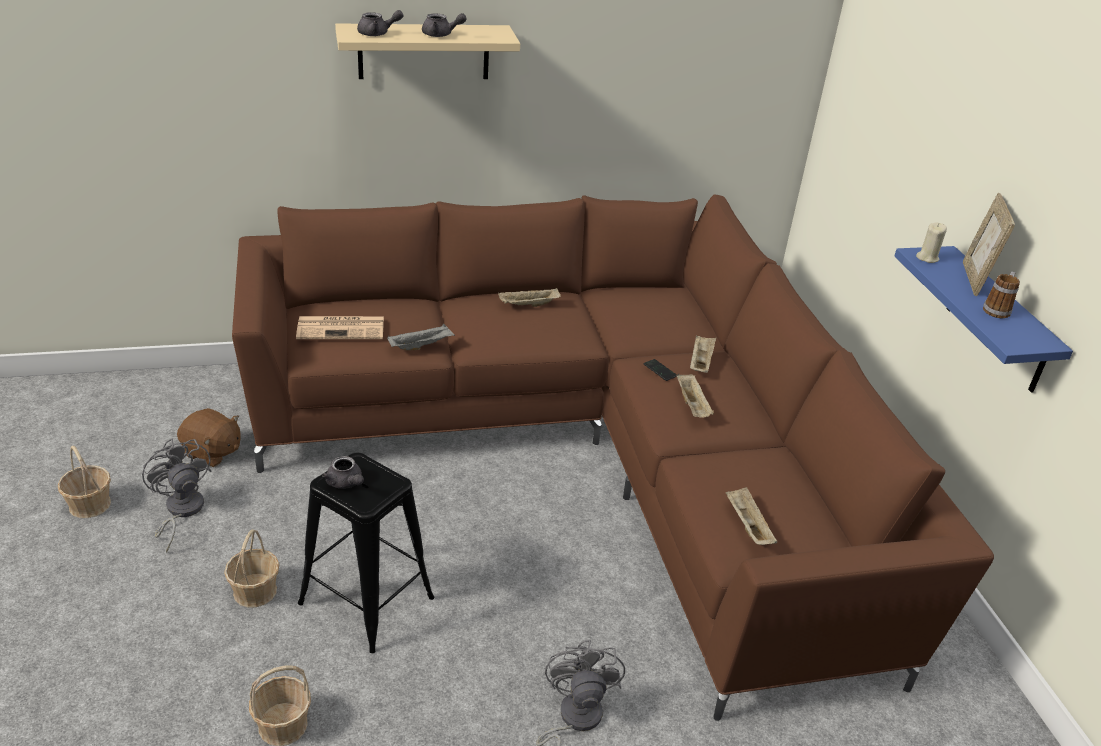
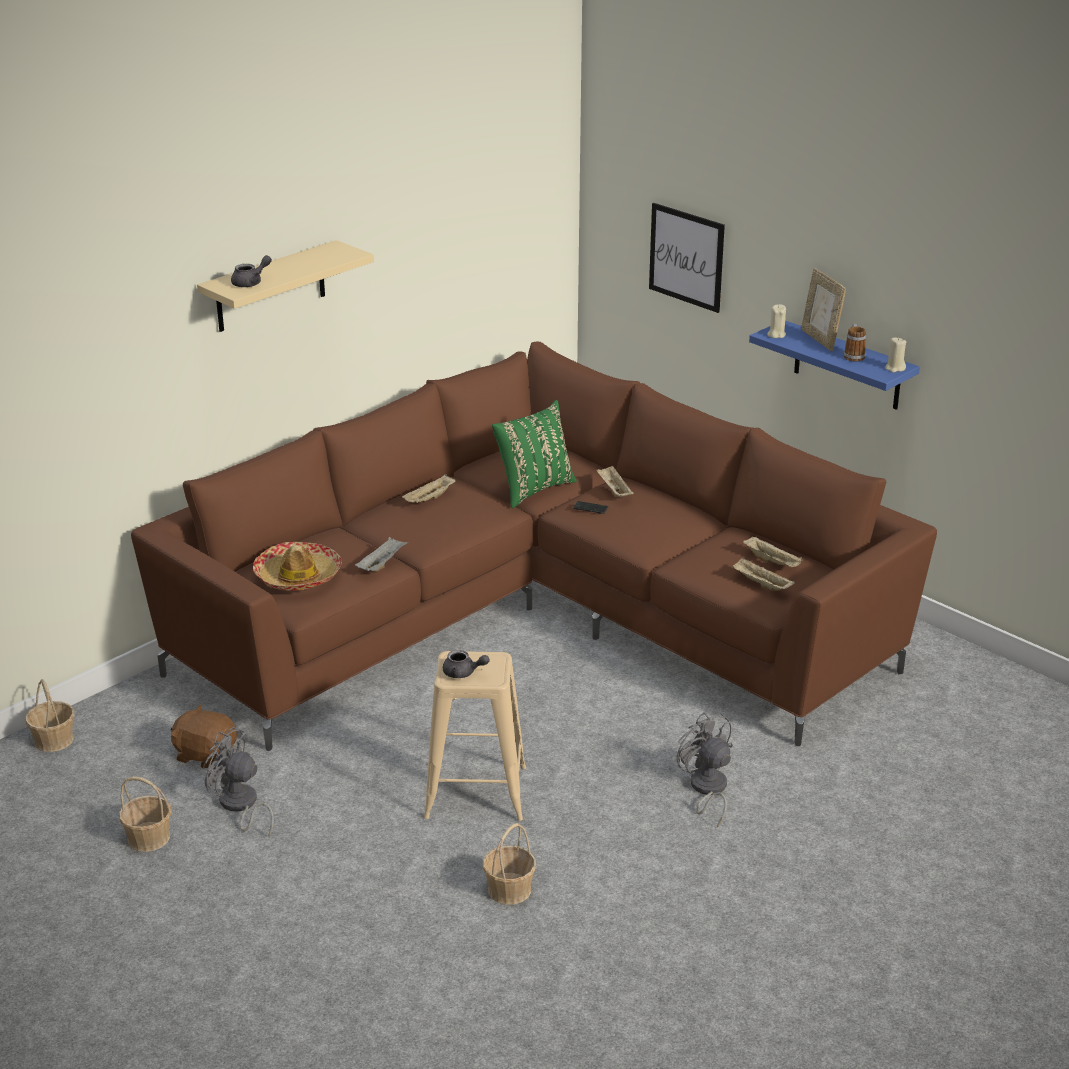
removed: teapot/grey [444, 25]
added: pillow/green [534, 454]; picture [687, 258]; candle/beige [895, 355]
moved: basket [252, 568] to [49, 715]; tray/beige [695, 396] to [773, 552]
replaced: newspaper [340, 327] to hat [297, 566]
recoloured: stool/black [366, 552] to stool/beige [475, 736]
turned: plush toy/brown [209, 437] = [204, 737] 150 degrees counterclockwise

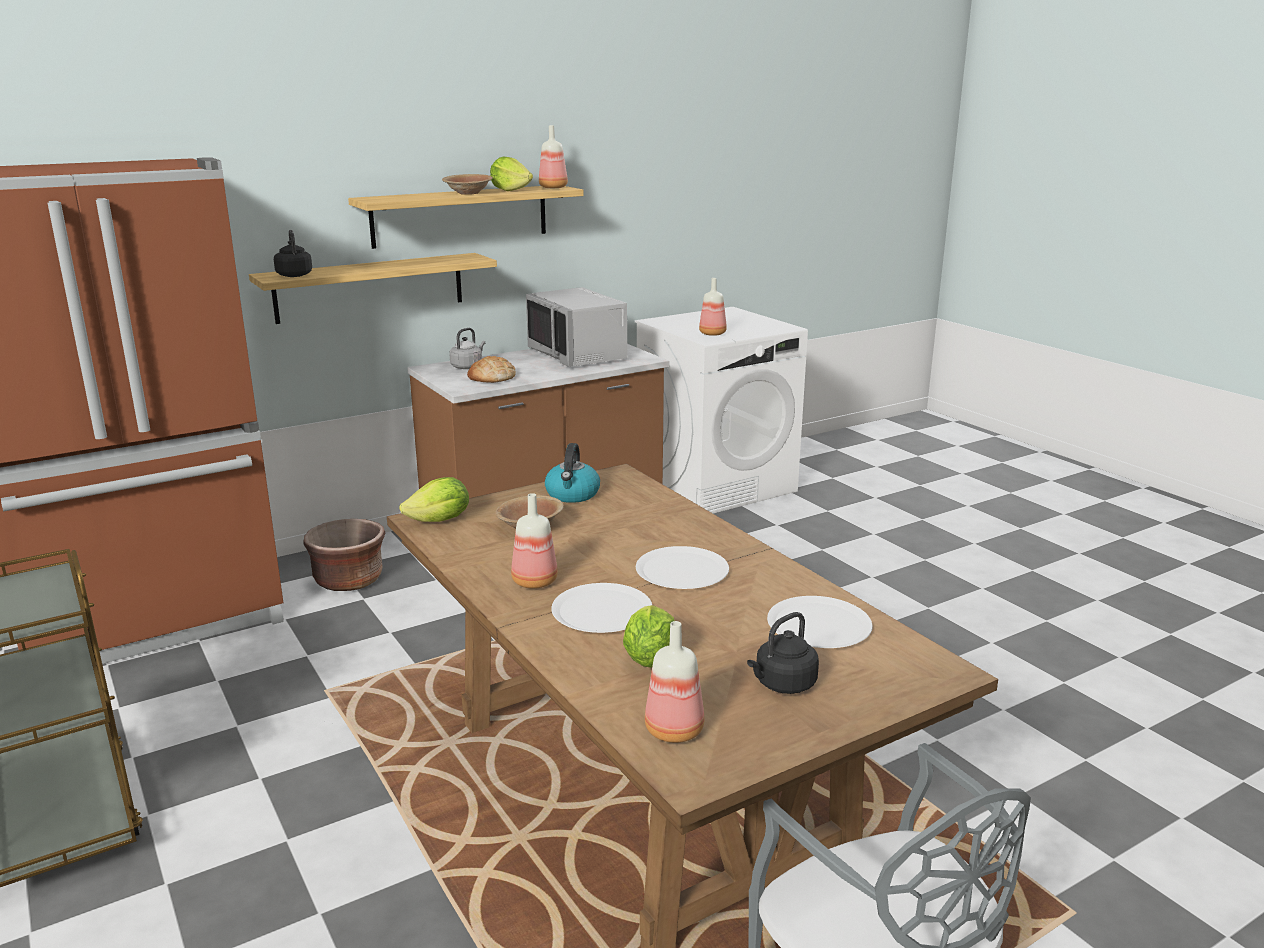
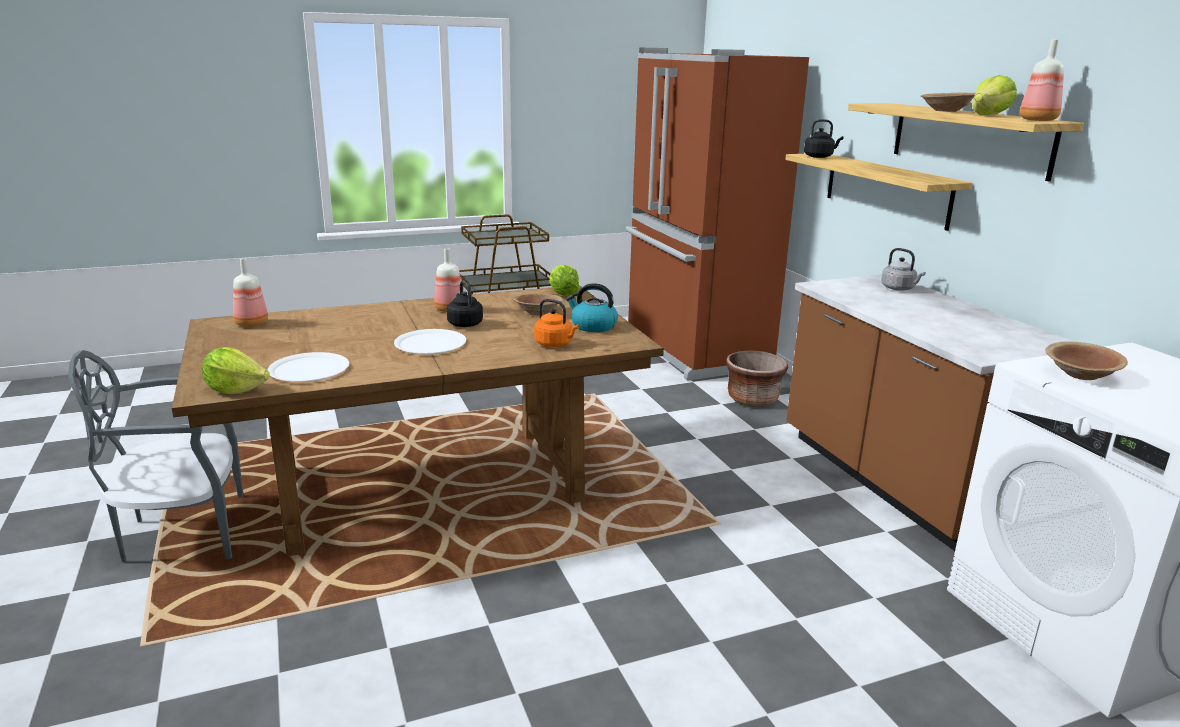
removed: bread [491, 369]; microwave/grey [576, 327]; plate/white [601, 608]
added: kettle/orange [556, 323]
moved: lettuce [649, 636] to [236, 370]; kettle/black [783, 653] to [465, 304]
replaced: bottle [713, 307] to bowl/brown [1086, 360]

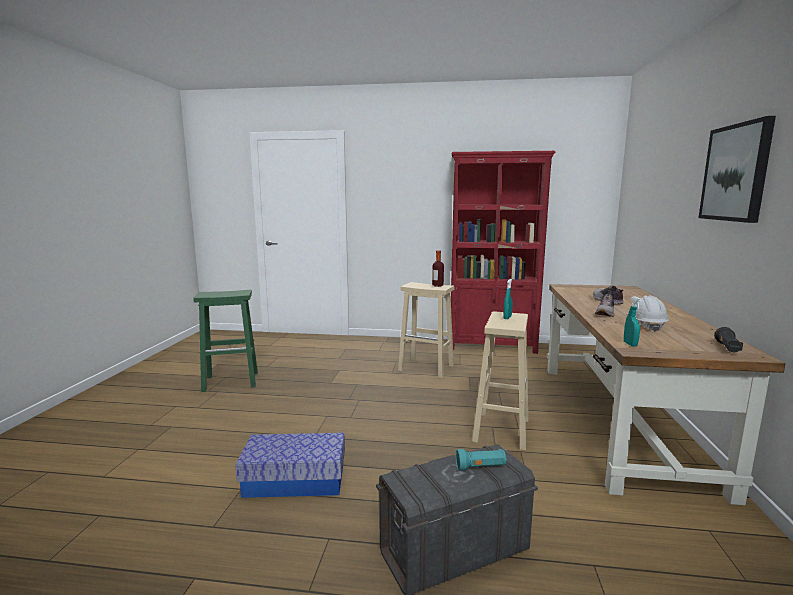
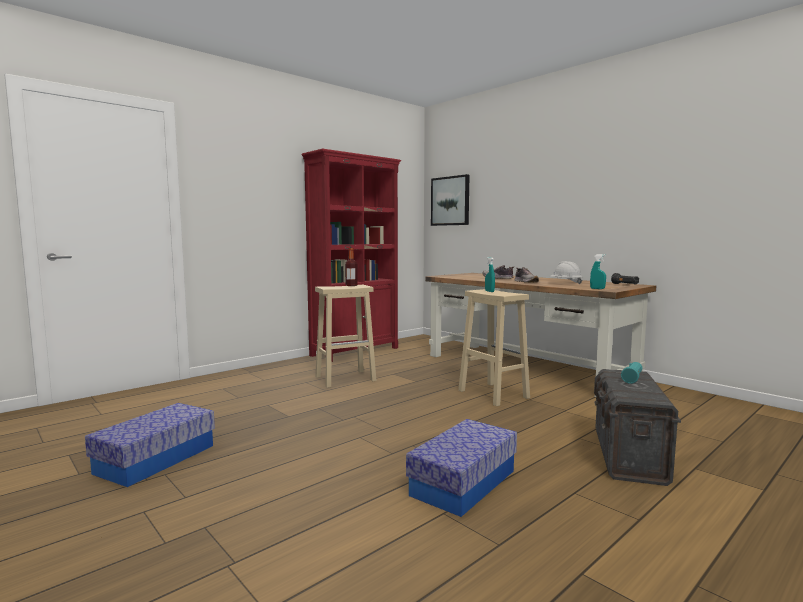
moved: picture [737, 169] to [450, 200]
replaced: stool/green [225, 341] to storage box [150, 445]

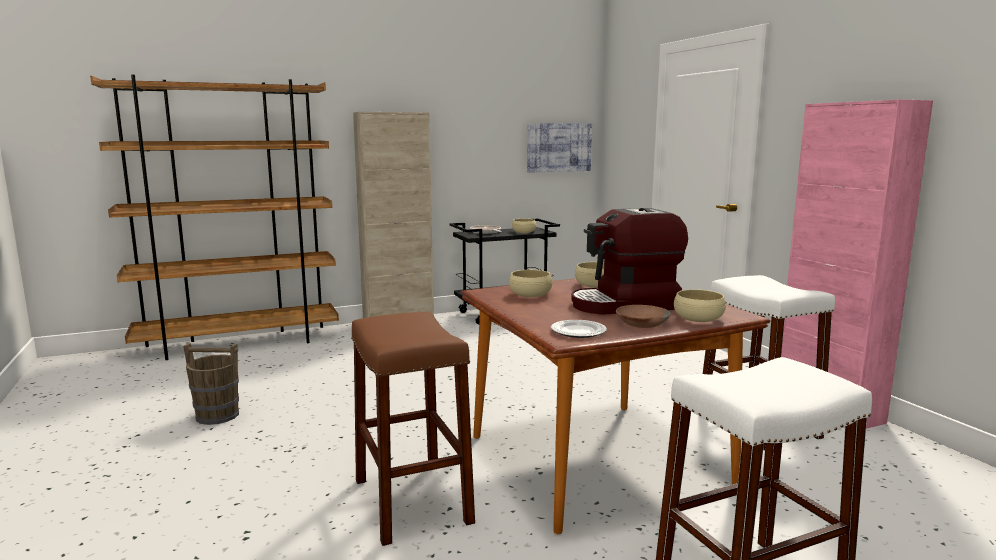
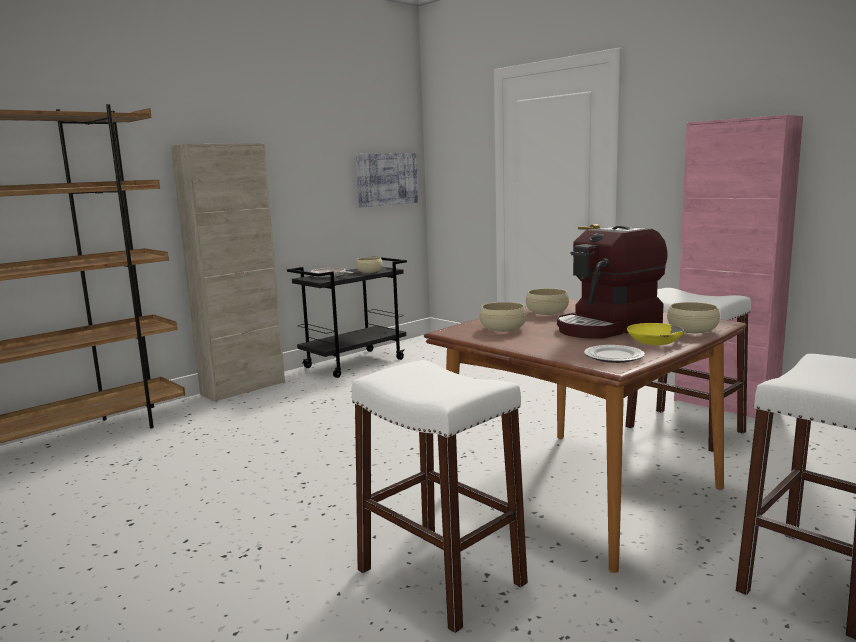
removed: bucket/brown [211, 384]
recoloured: stool/brown [413, 429] to stool/white [440, 496]; bowl/brown [643, 316] to bowl/yellow [655, 334]

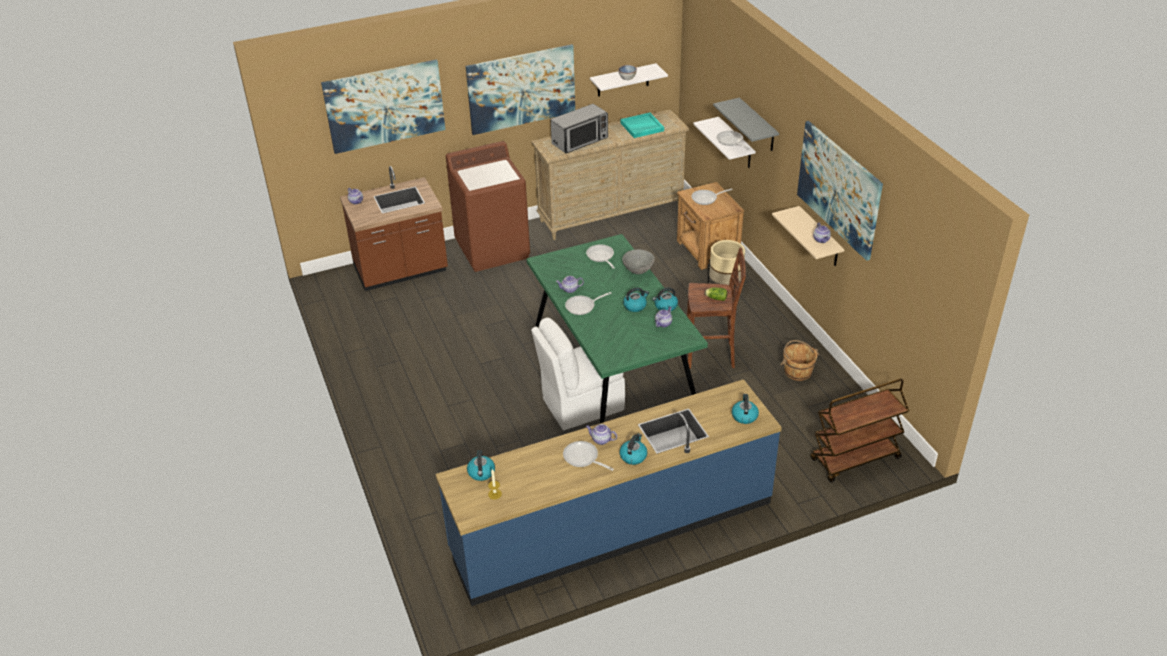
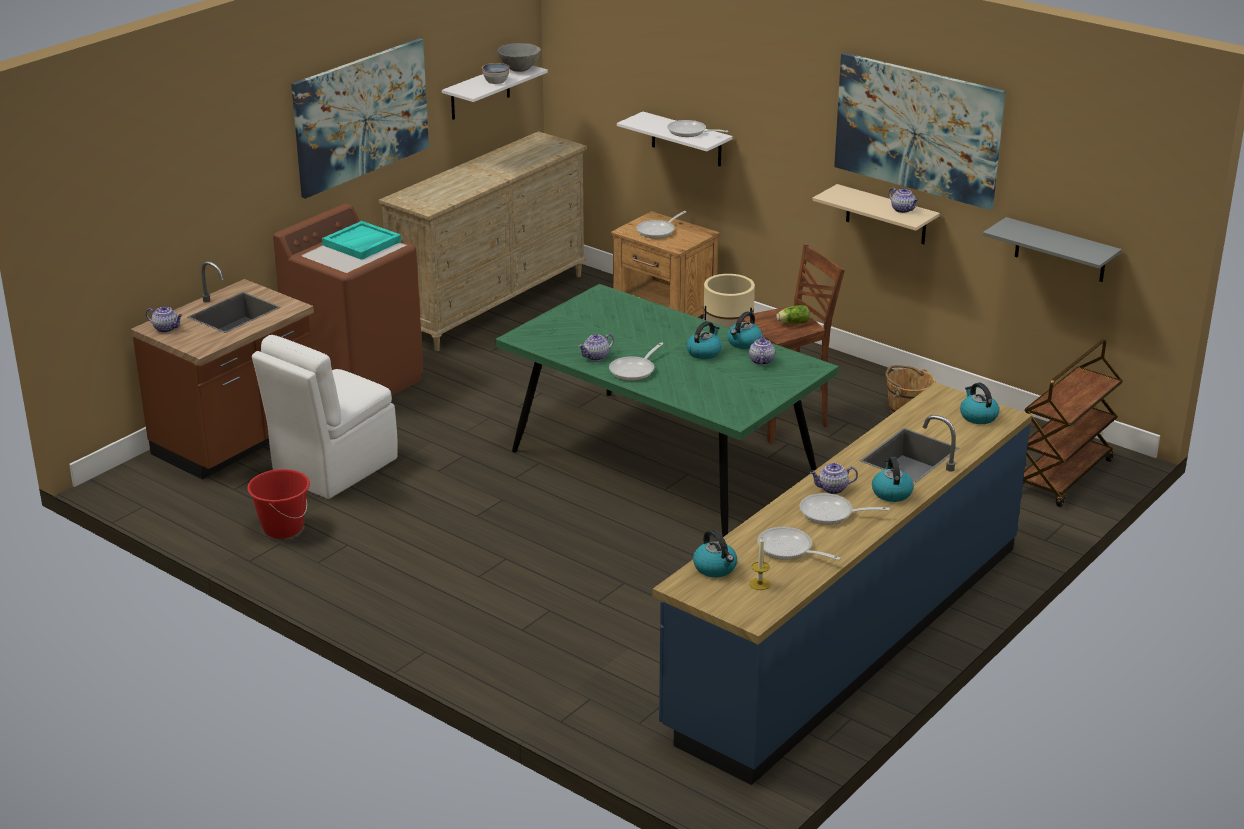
removed: picture [383, 106]; microwave [579, 128]
added: bucket/red [278, 504]
moved: chair/white [578, 374] to [325, 417]; frying pan [600, 256] to [799, 543]; tray/turquoise [642, 125] to [361, 240]; bowl/grey [638, 261] to [519, 57]; shelf/grey [746, 124] to [1052, 249]

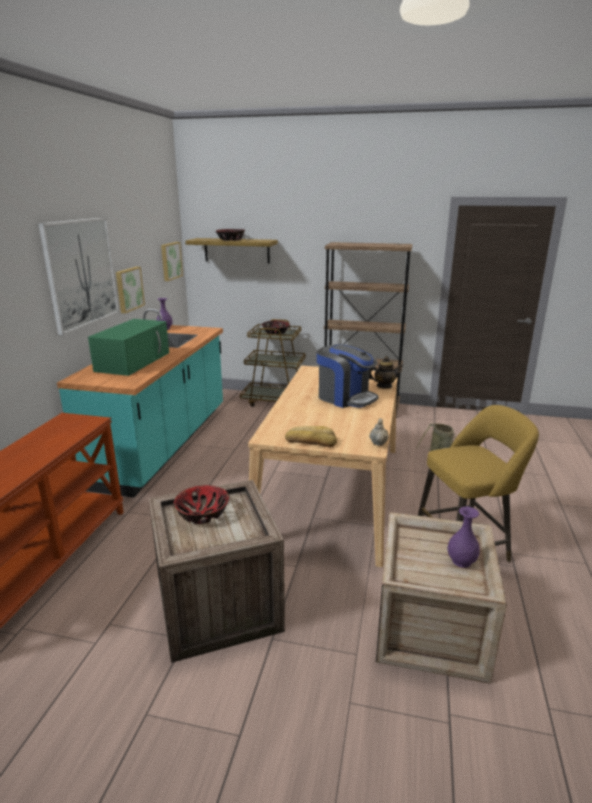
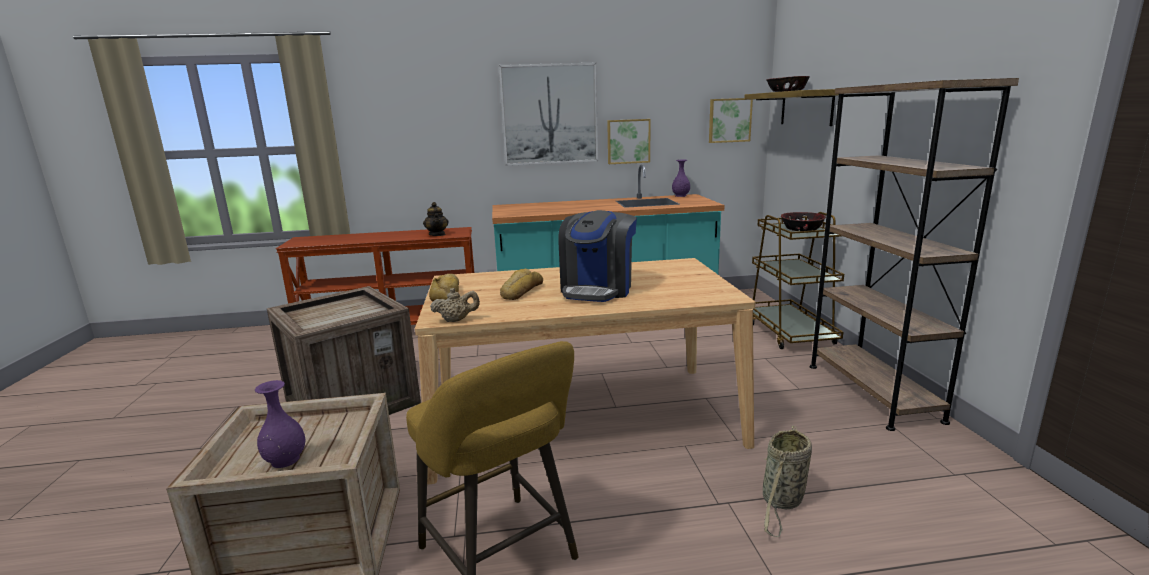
removed: microwave/green [128, 347]; bowl [201, 504]
added: bread [521, 284]
moved: teapot [386, 372] to [436, 219]

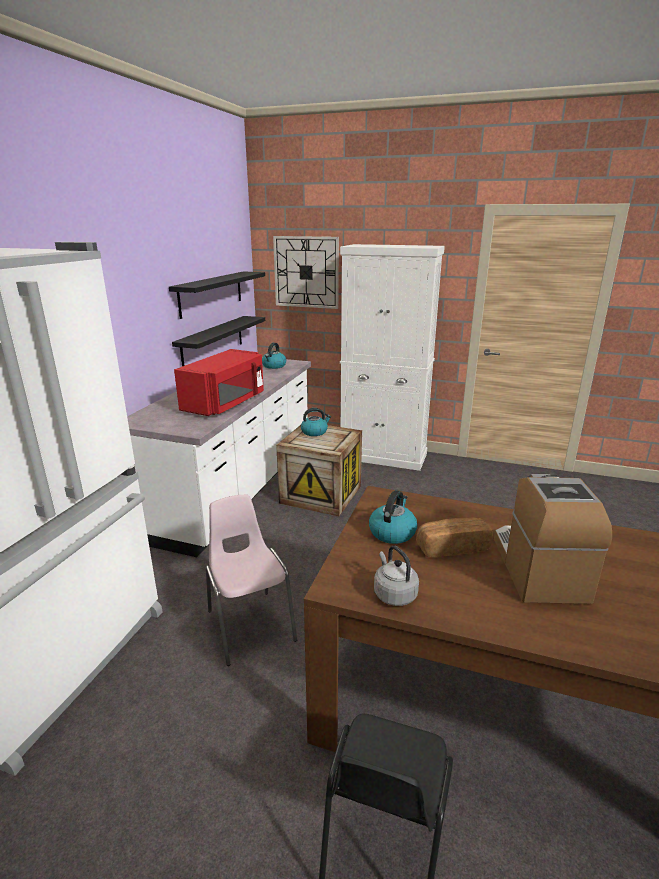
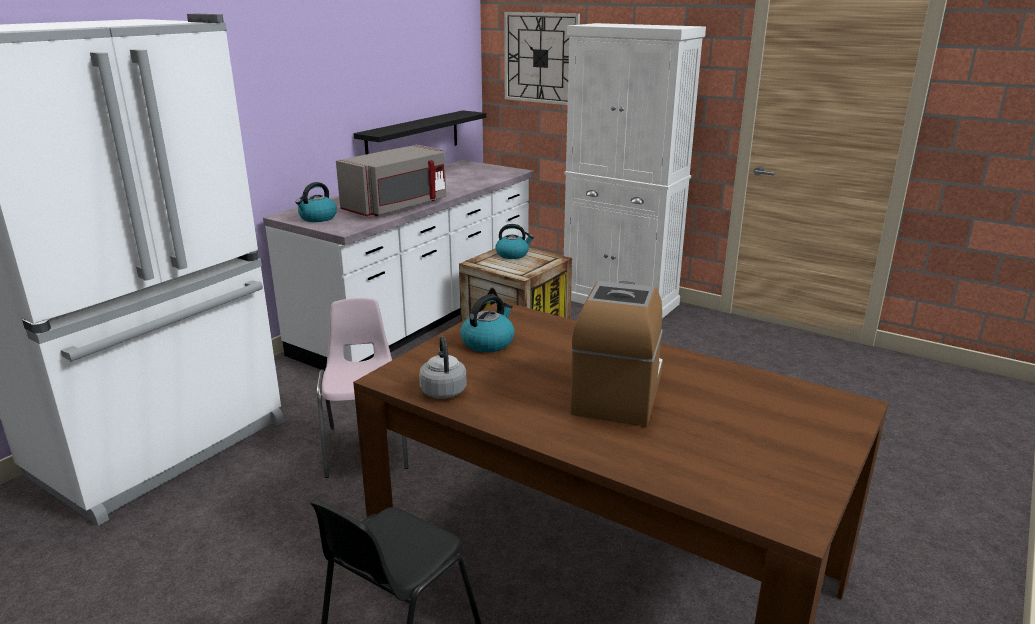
removed: shelf/black [217, 295]; bread [454, 537]
moved: kettle [274, 356] to [316, 202]
recoloured: microwave/red [219, 382] to microwave/grey [391, 180]

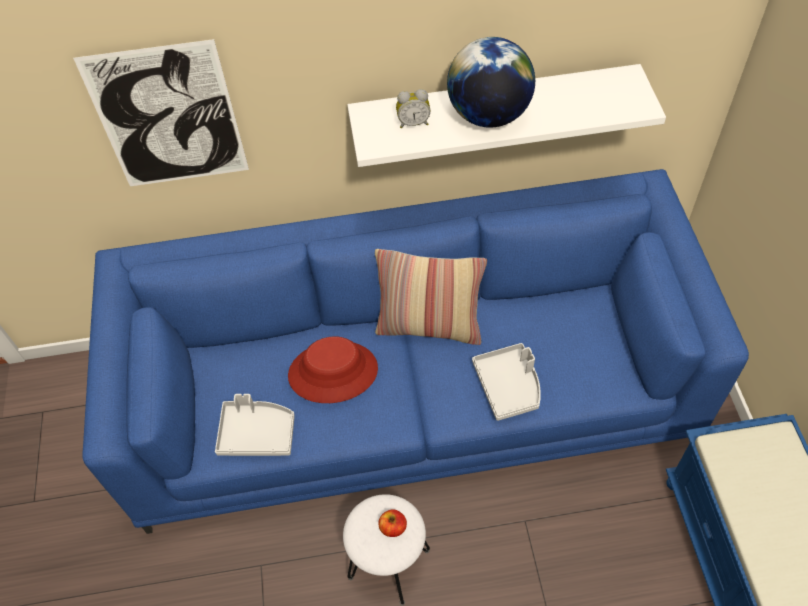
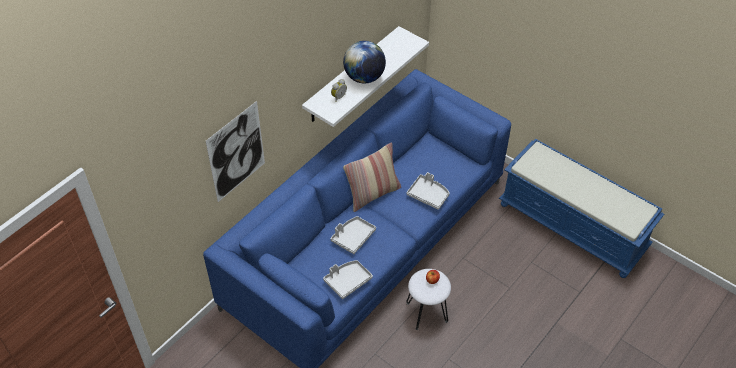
replaced: hat/red [333, 370] to tray/grey [353, 235]

